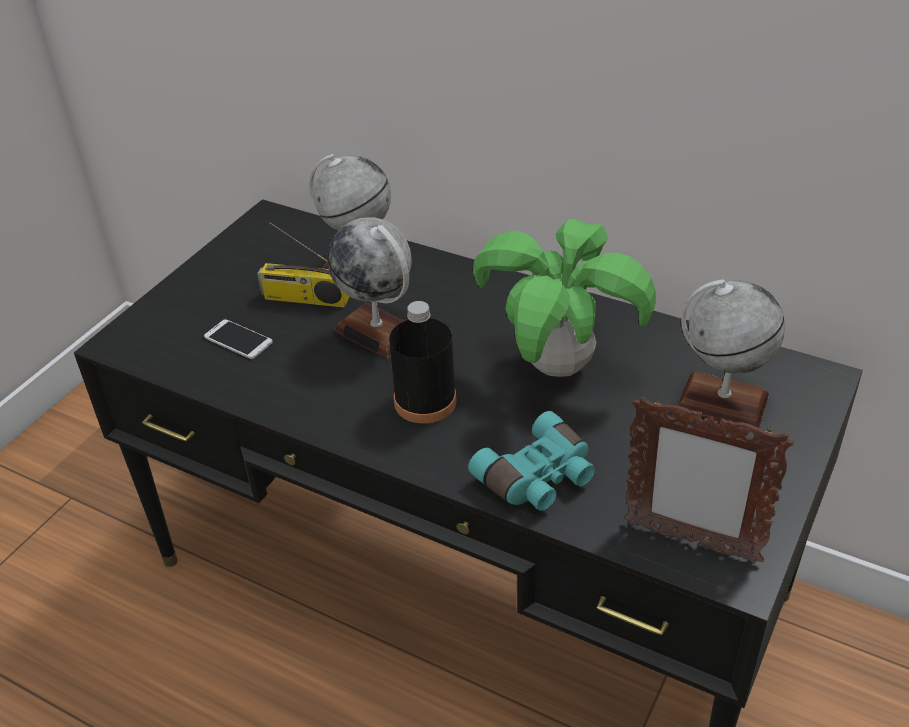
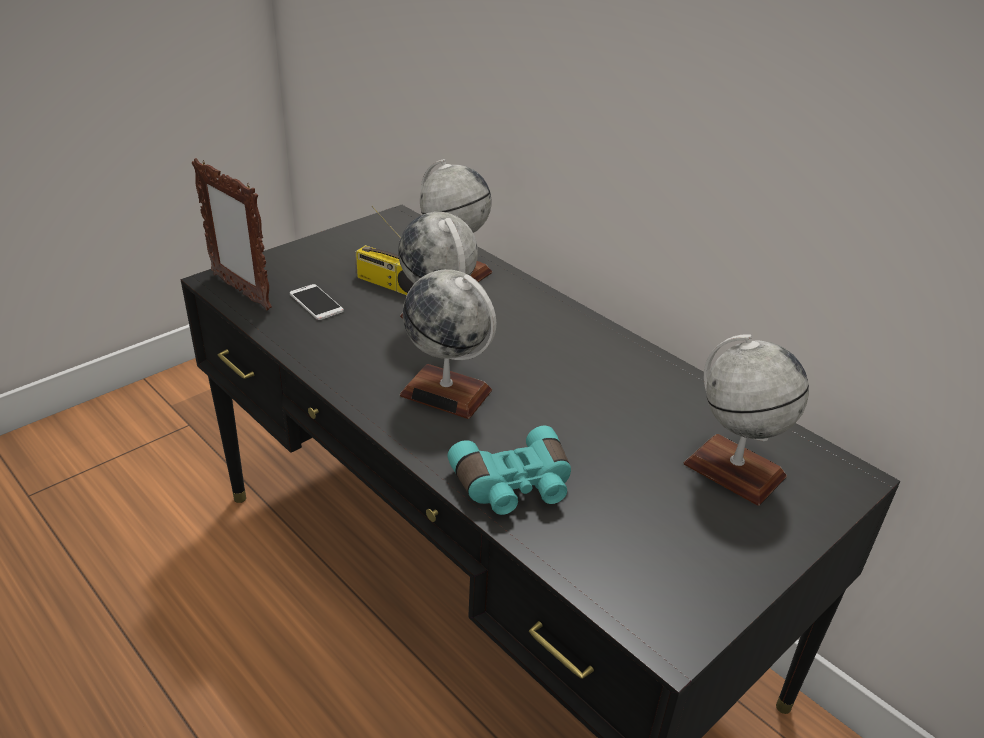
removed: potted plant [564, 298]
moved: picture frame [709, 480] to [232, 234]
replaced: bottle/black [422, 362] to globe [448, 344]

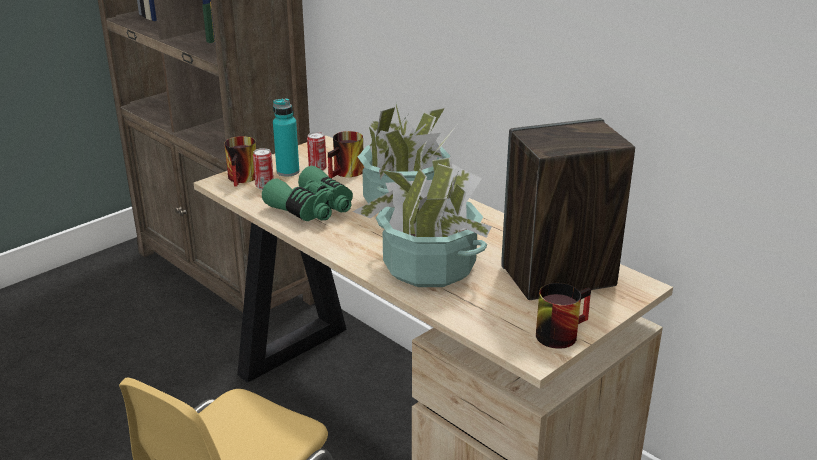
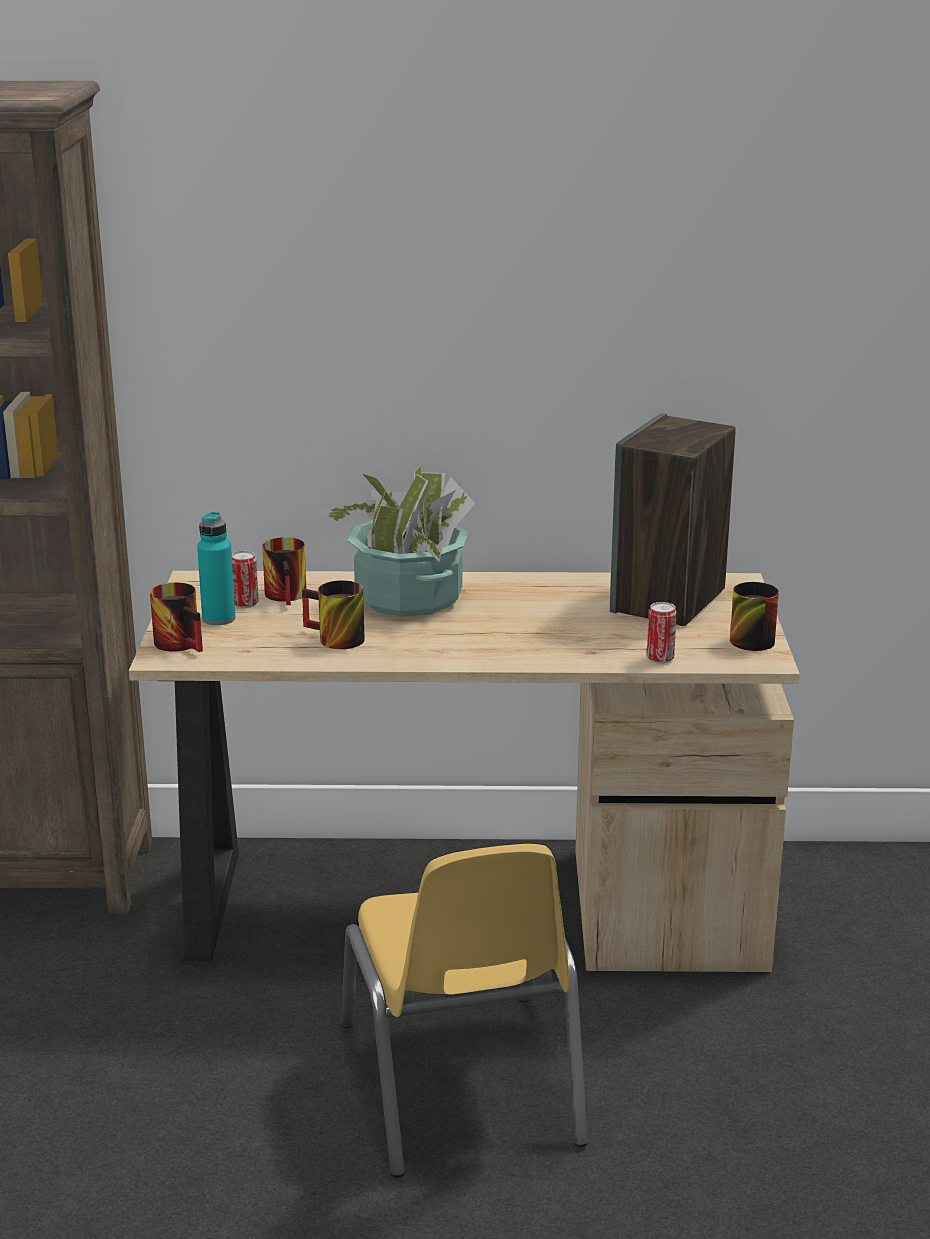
removed: potted plant [422, 220]
moved: can [263, 169] to [662, 633]
replaced: binoculars/green [307, 193] to mug [333, 614]

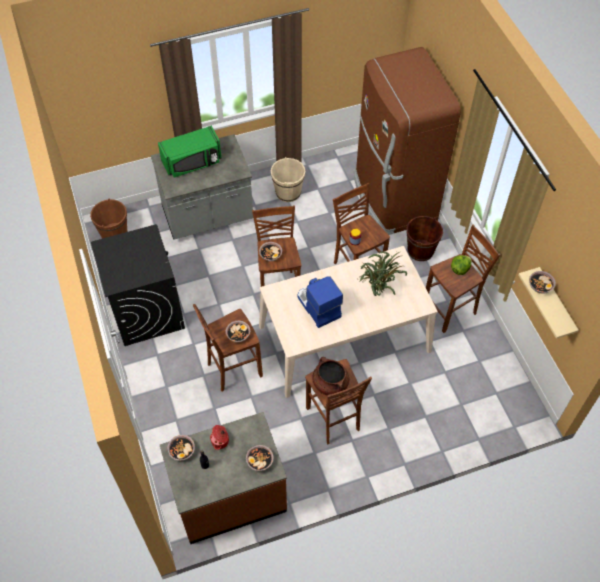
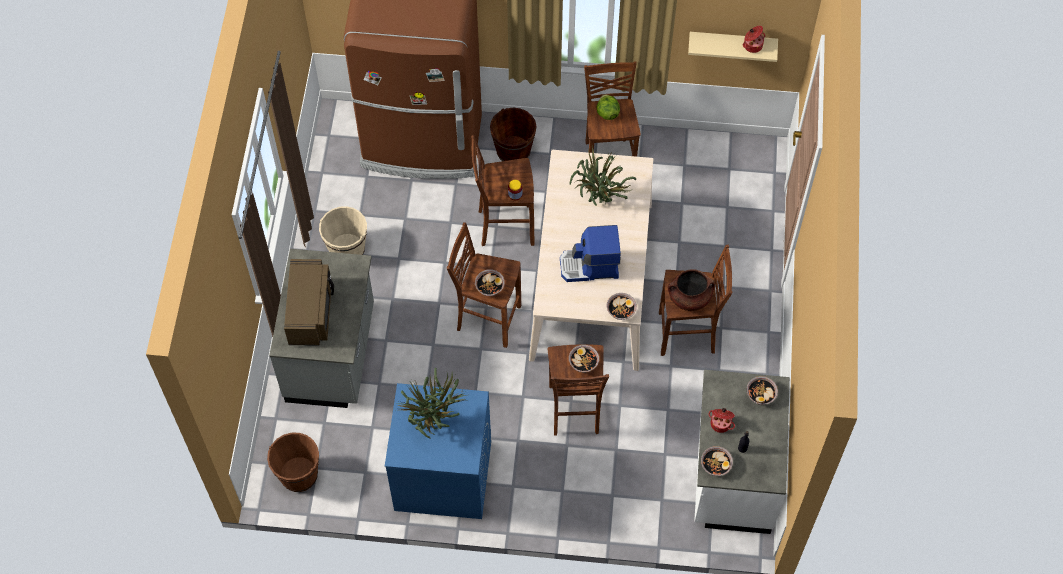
added: potted plant [431, 403]; cooking pot [754, 39]
moved: bowl [542, 282] to [621, 306]
recoloured: washing machine/black [138, 285] to washing machine/blue [438, 451]; microwave/green [189, 152] to microwave/brown [309, 302]; counter/brown [223, 478] to counter/white [742, 452]

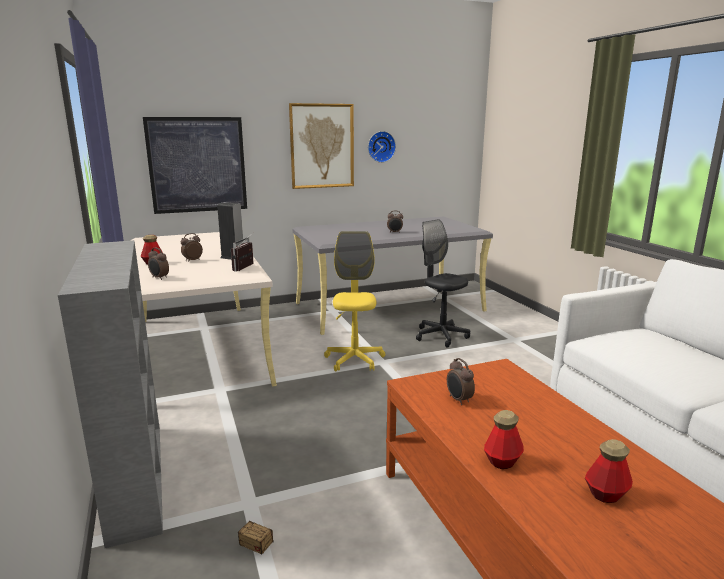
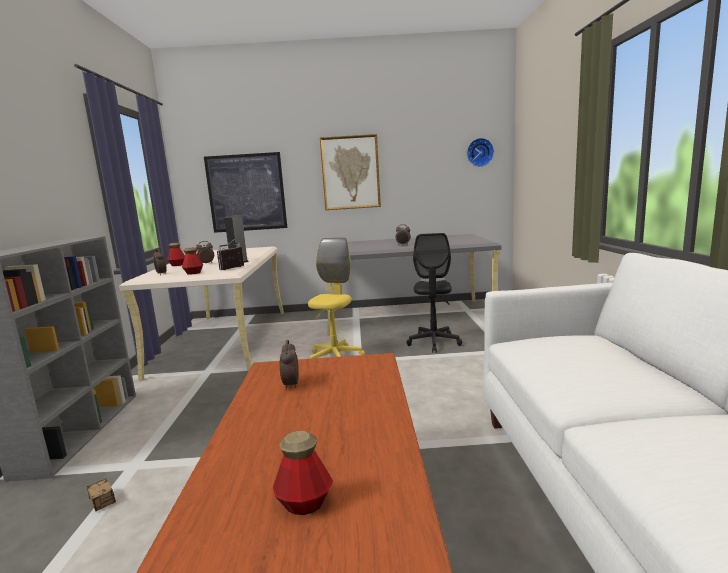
moved: wall clock [382, 147] to [480, 152]; bottle [504, 439] to [192, 261]
turned: office chair/black [443, 283] = [434, 293] 150 degrees counterclockwise

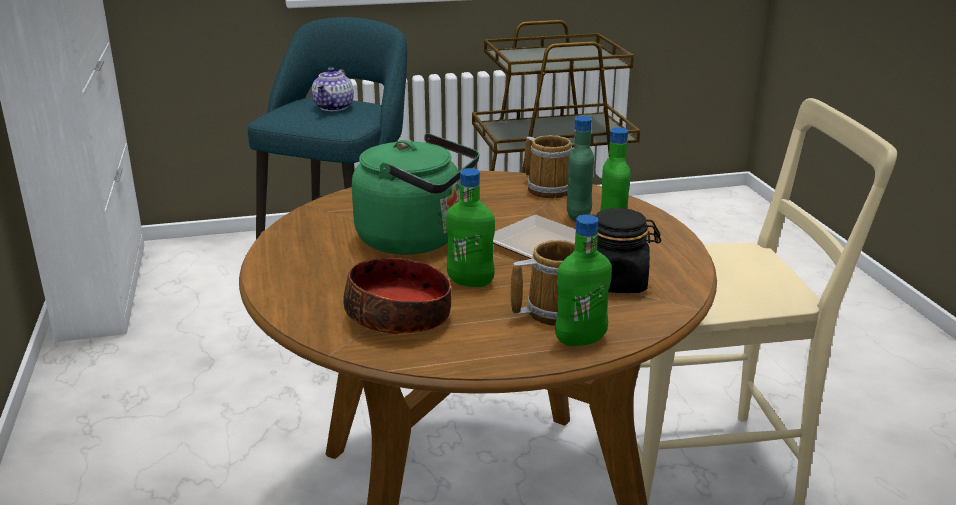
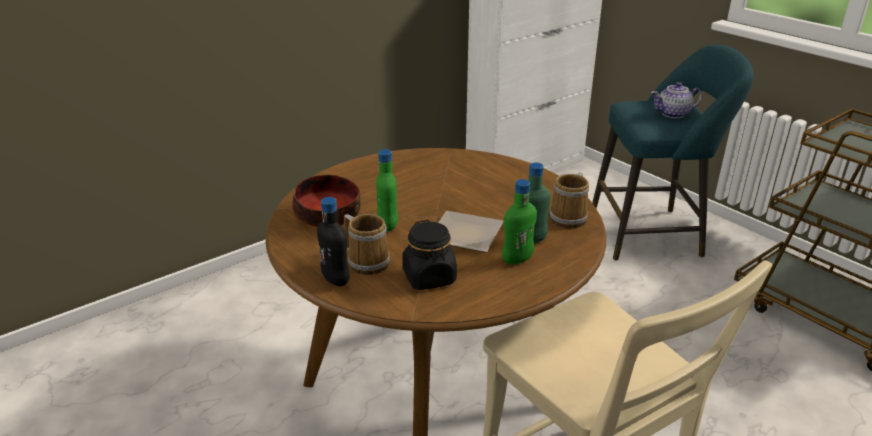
removed: kettle/green [415, 193]
recoloured: bottle/green [583, 280] to bottle/black [333, 241]

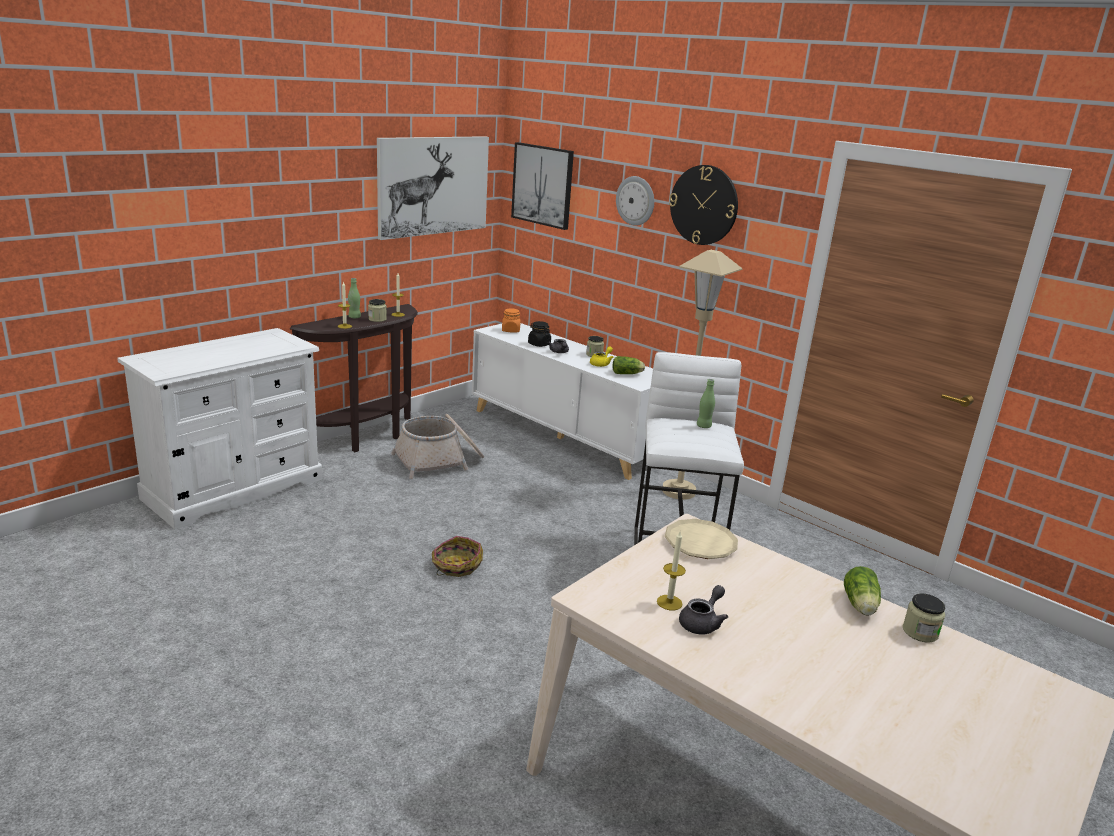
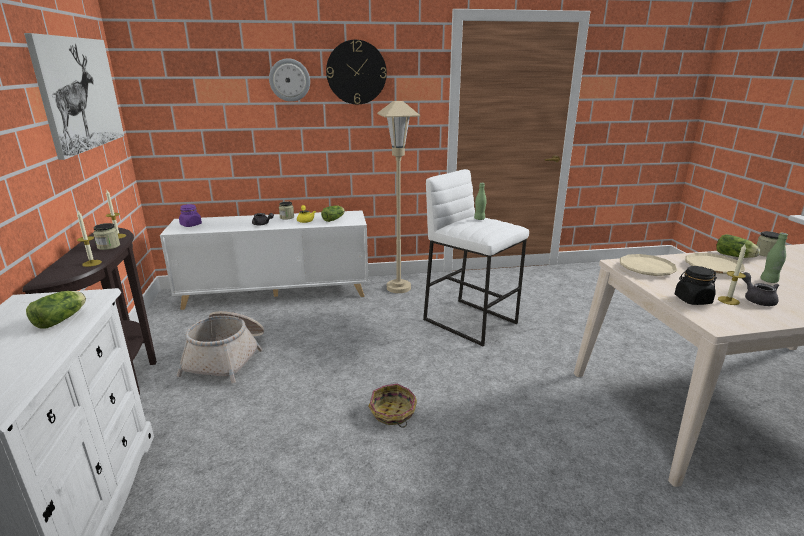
removed: picture [542, 186]
added: lettuce [56, 310]; plate/beige [715, 263]
moved: bottle/green [354, 298] to [774, 258]; jar/black [539, 334] to [695, 285]
recoloured: jar/orange [511, 320] to jar/purple [190, 215]

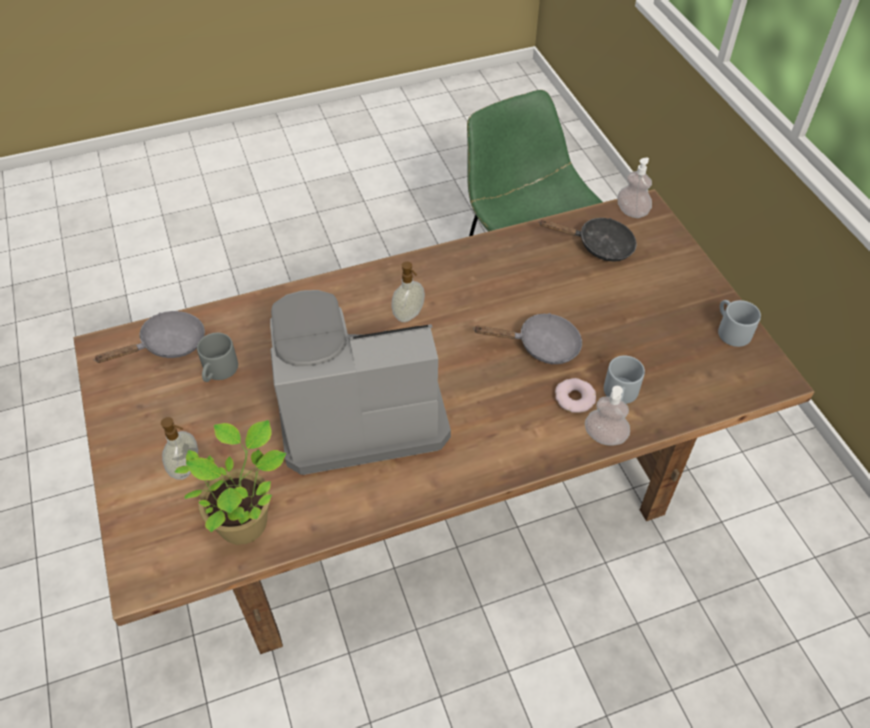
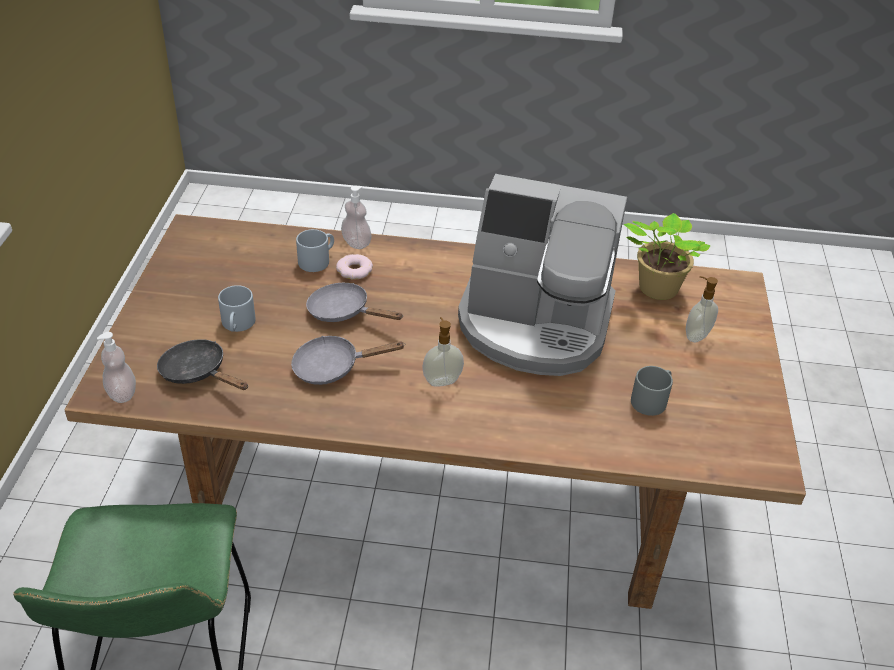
moved: frying pan/grey [149, 337] to [348, 360]; mug/grey [739, 323] to [237, 308]

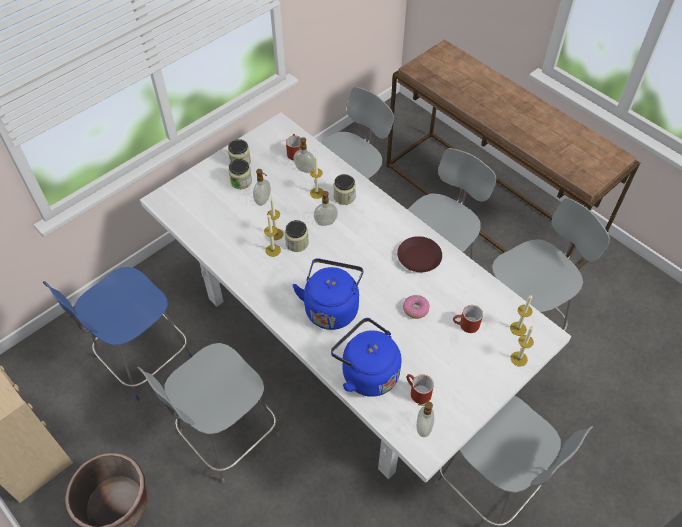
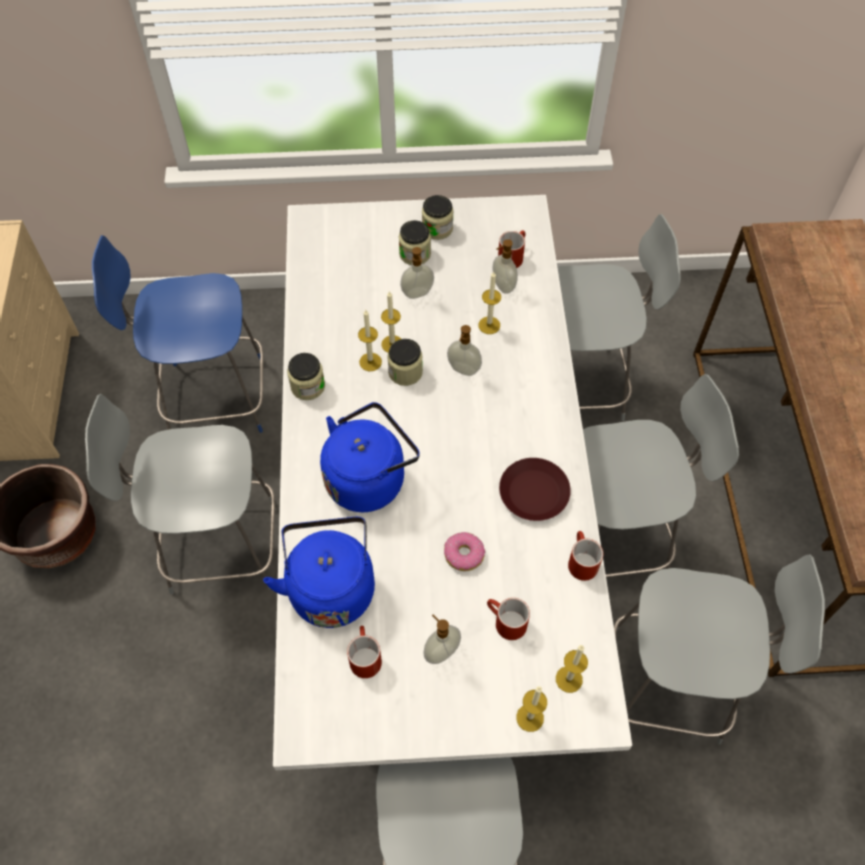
added: mug/red [585, 556]
moved: jar [344, 189] to [306, 376]; soap dispenser [425, 419] to [442, 639]

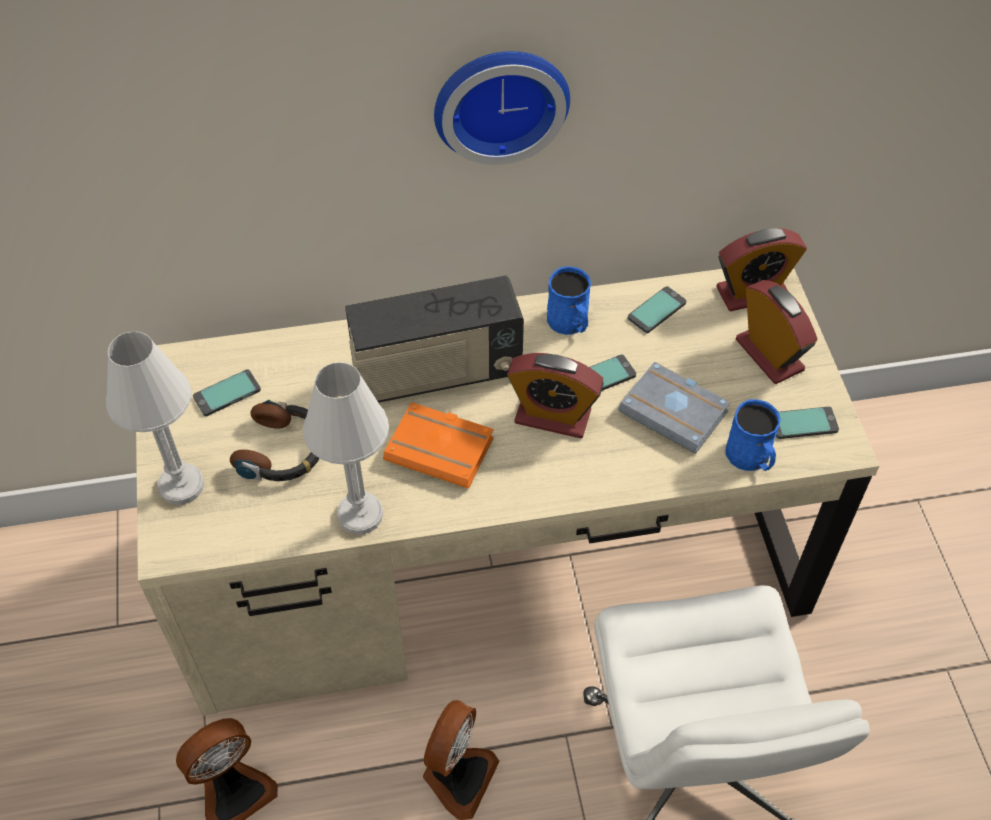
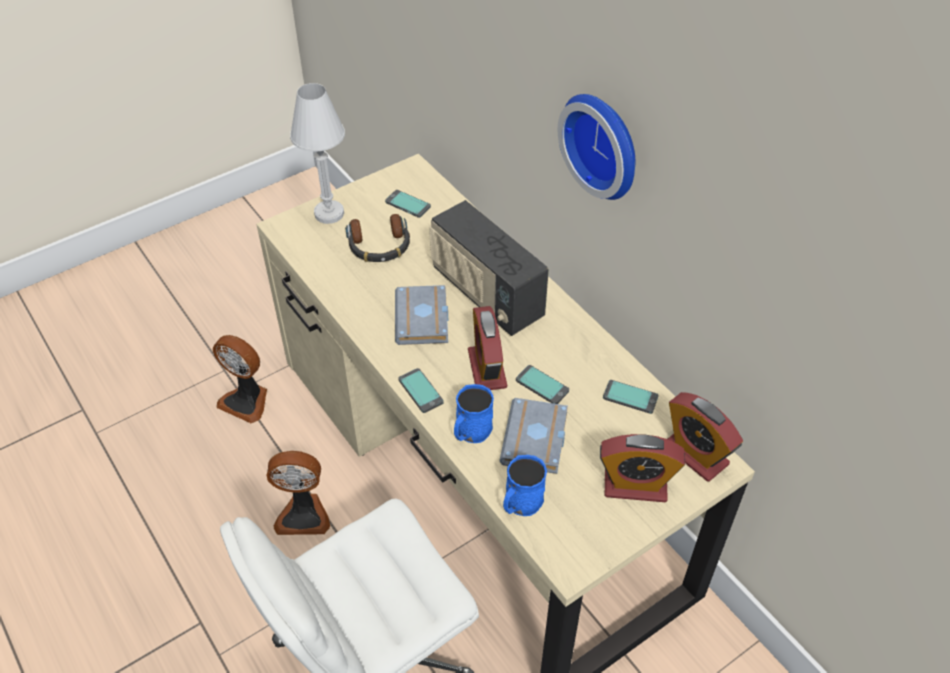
removed: table lamp/white [346, 448]
moved: mug/blue [569, 300] to [474, 413]; phone [807, 423] to [421, 390]
recoloured: book/orange [438, 445] to book/grey [421, 315]
turned: alarm clock [776, 332] = [642, 468] 60 degrees clockwise

